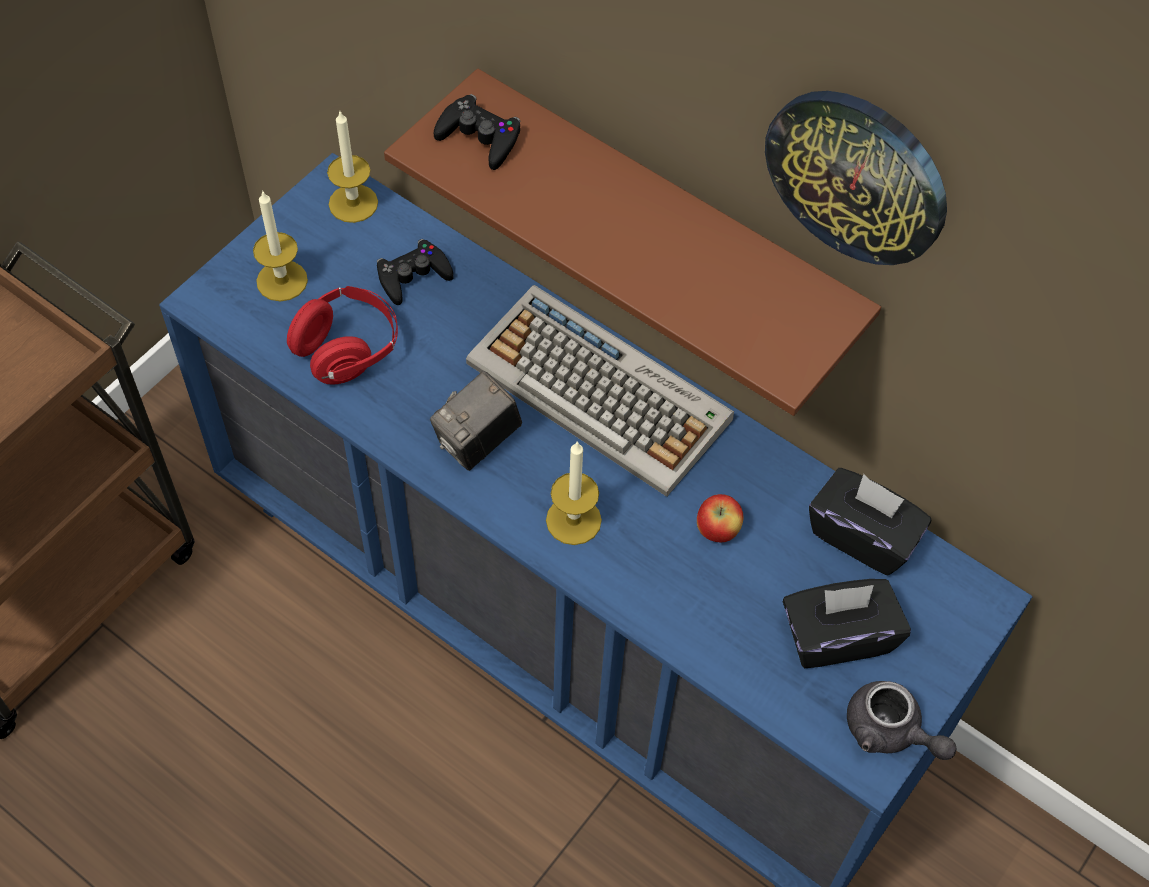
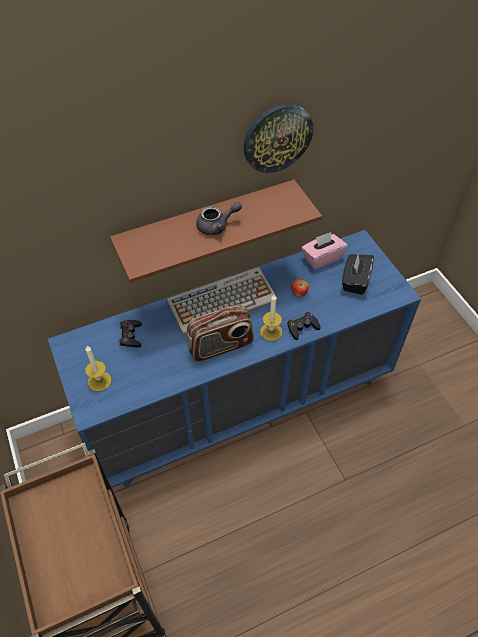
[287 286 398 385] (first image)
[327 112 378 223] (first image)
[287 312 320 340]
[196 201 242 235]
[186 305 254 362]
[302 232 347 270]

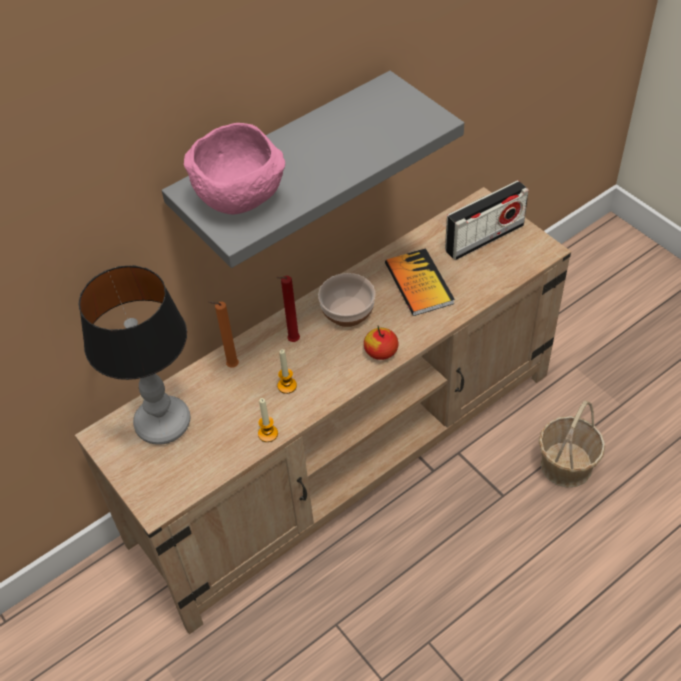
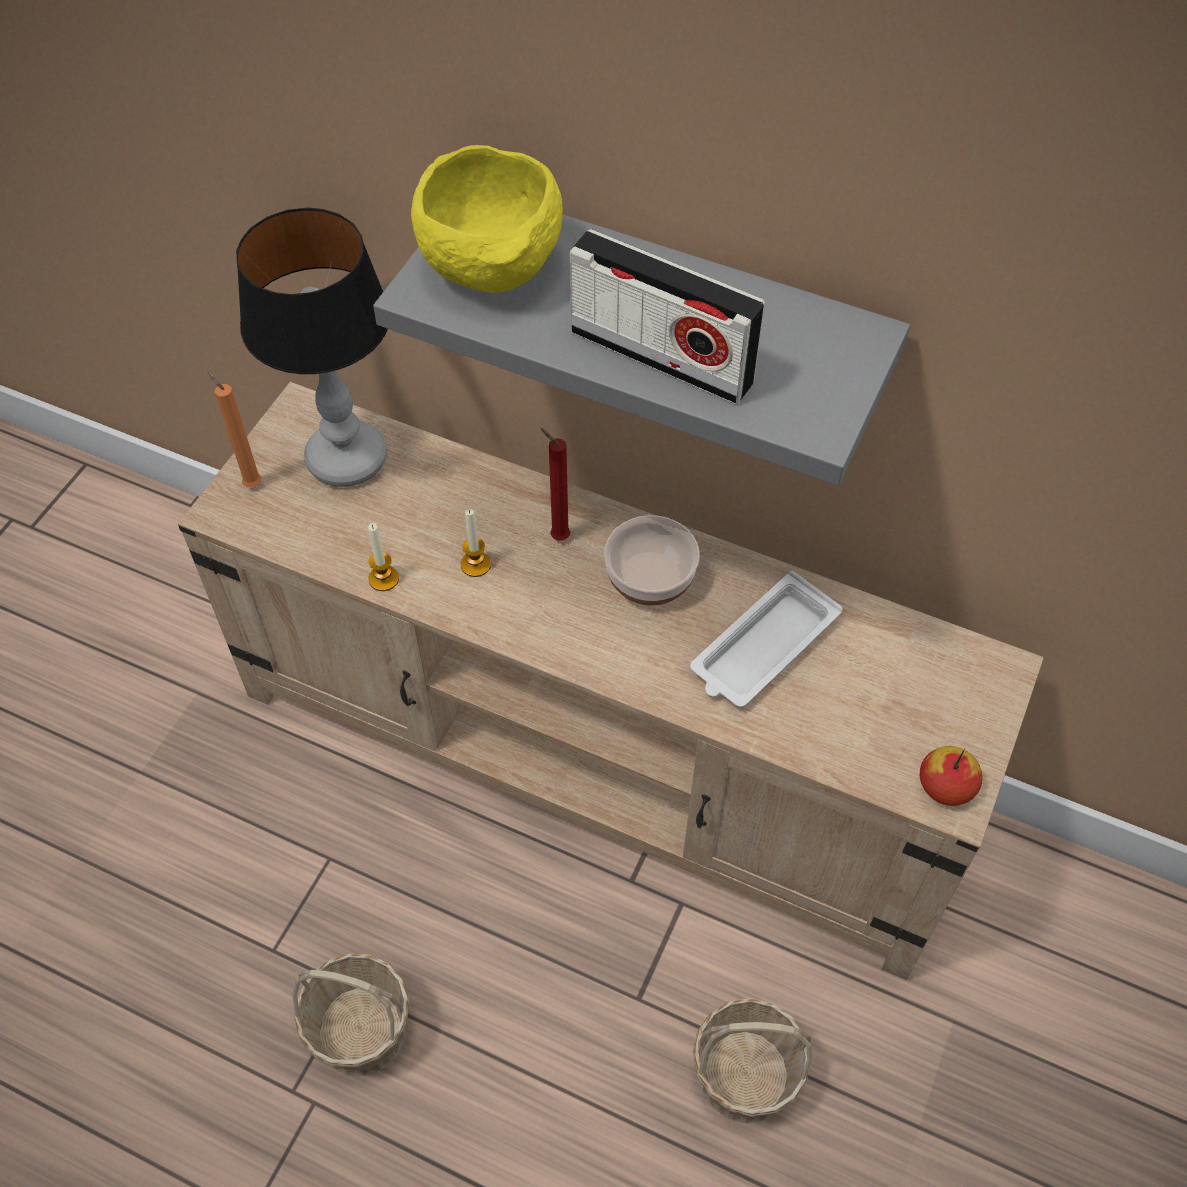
[292 954 410 1076]
[207 370 261 487]
[920 746 983 806]
[570 229 765 404]
[690 571 843 707]
[411 145 563 293]

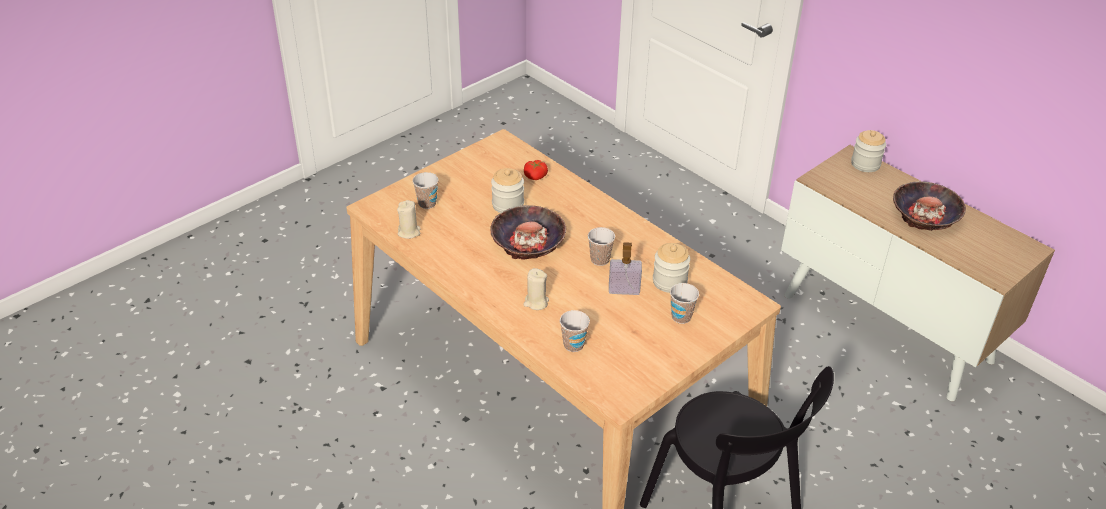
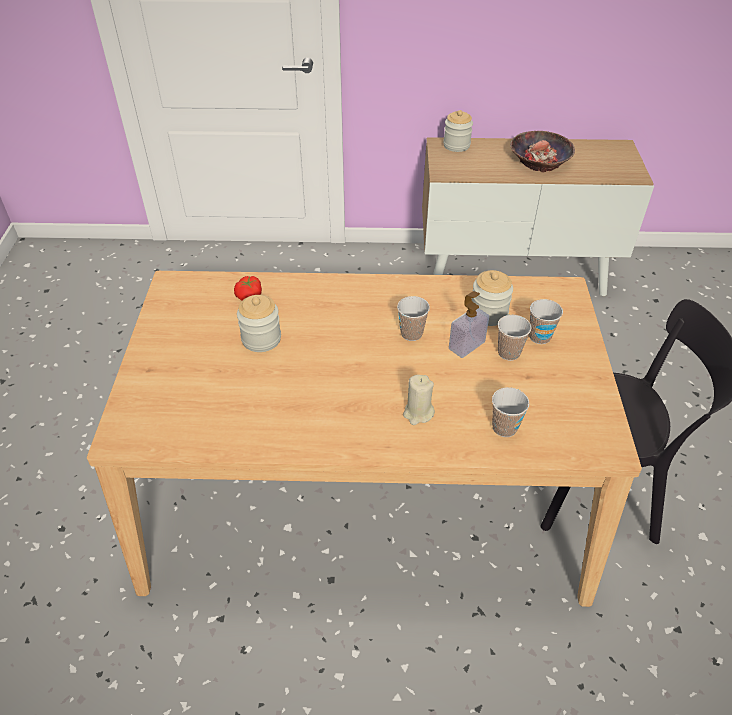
[397 200 421 239] (first image)
[490 205 566 260] (first image)
[498 315 532 361]

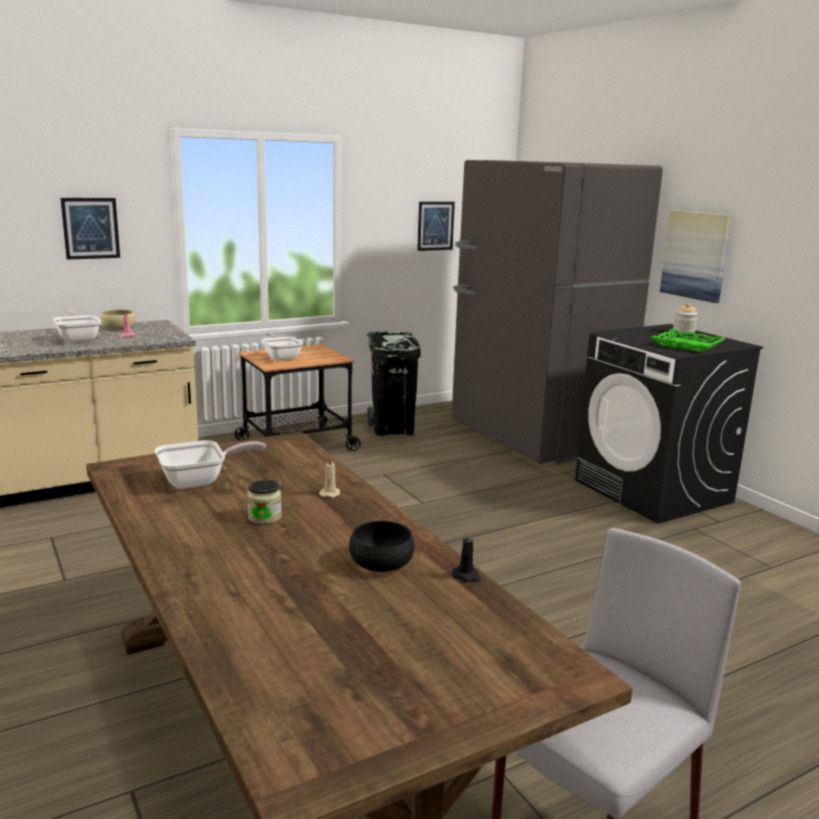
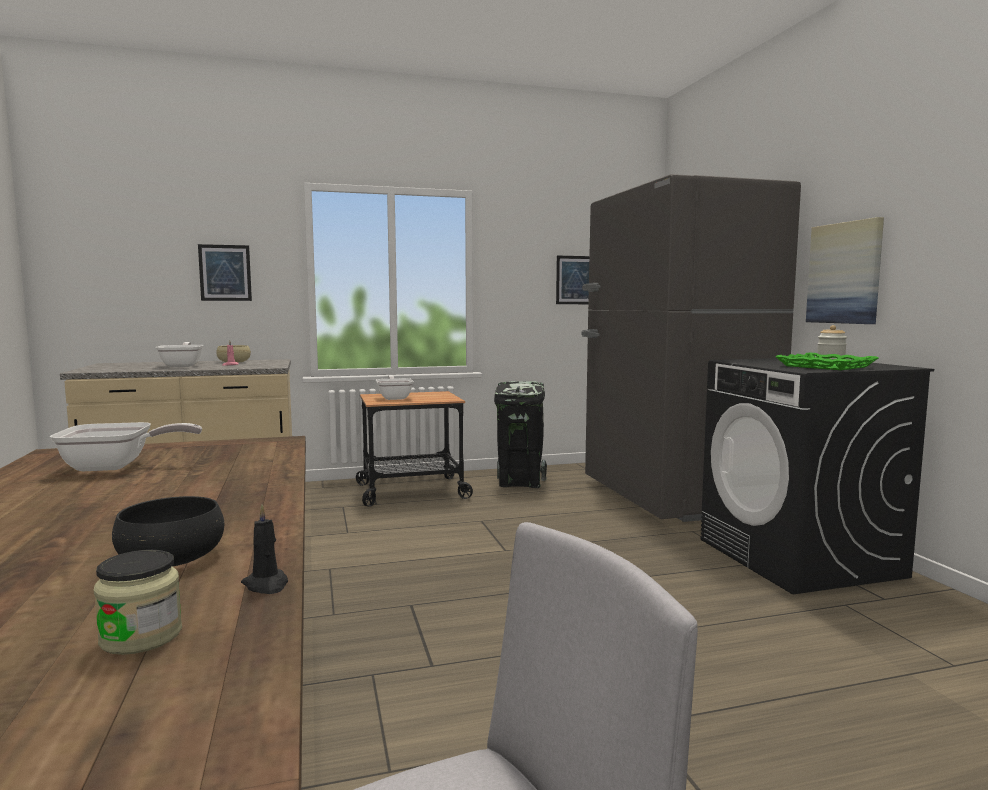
[319 457 340 498] (first image)
[94 550 182 655]

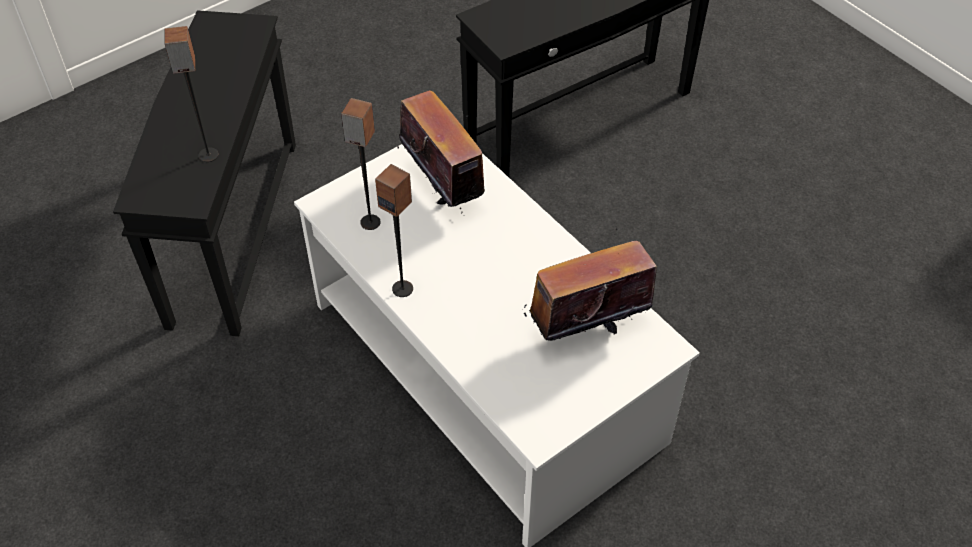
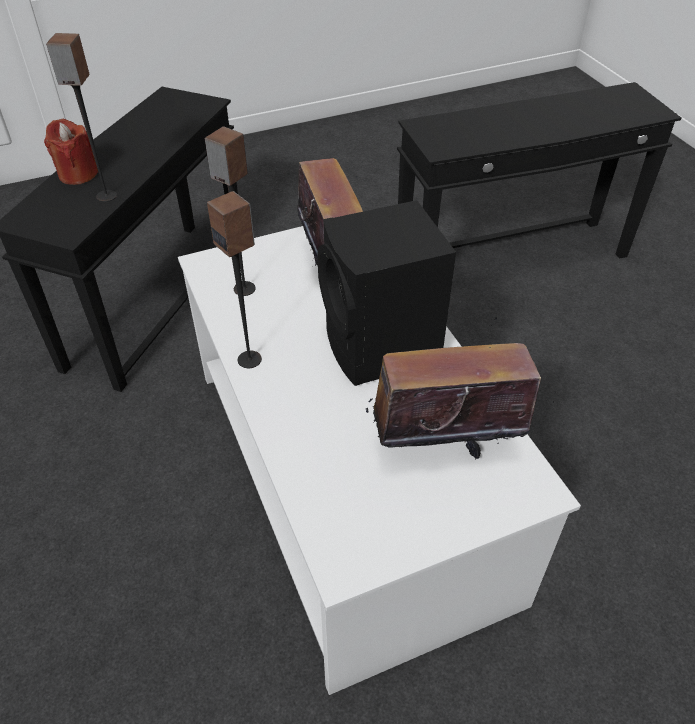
[44 119 98 185]
[317 200 456 386]

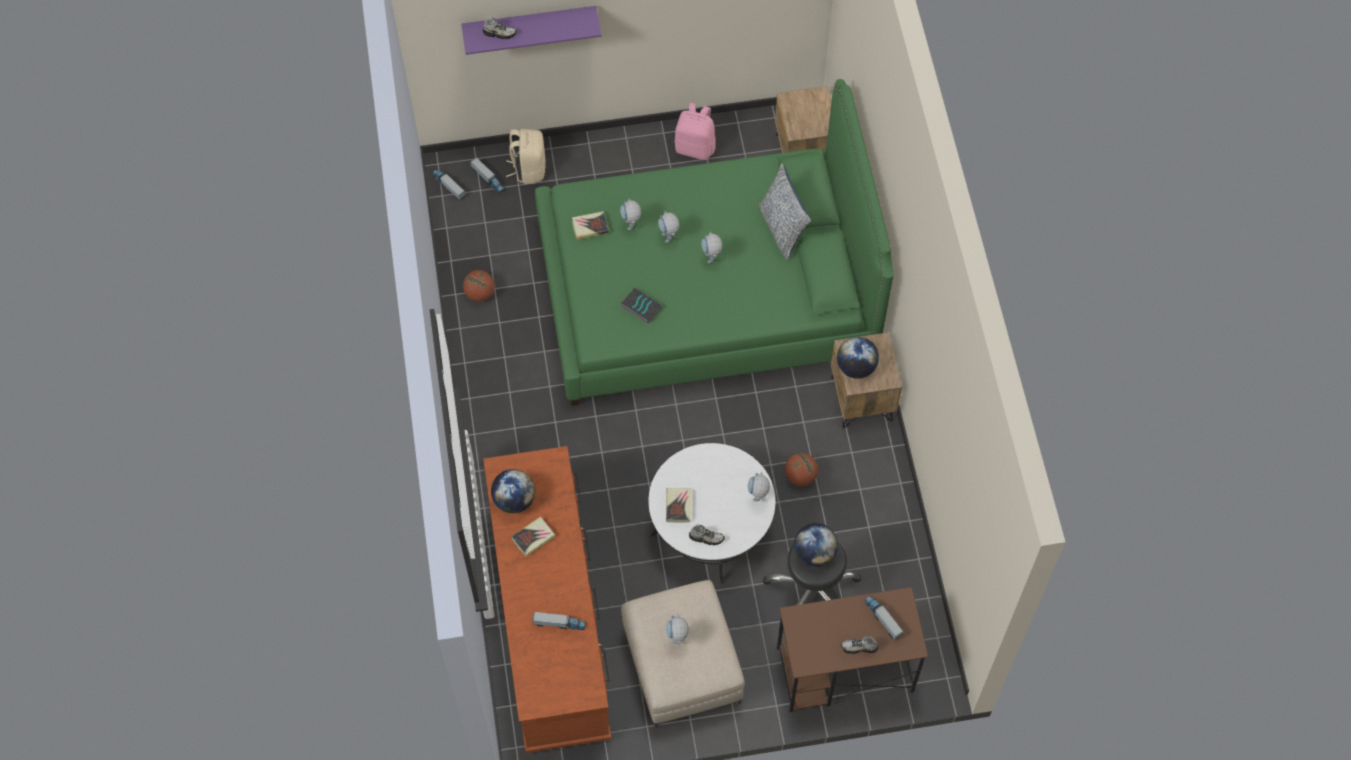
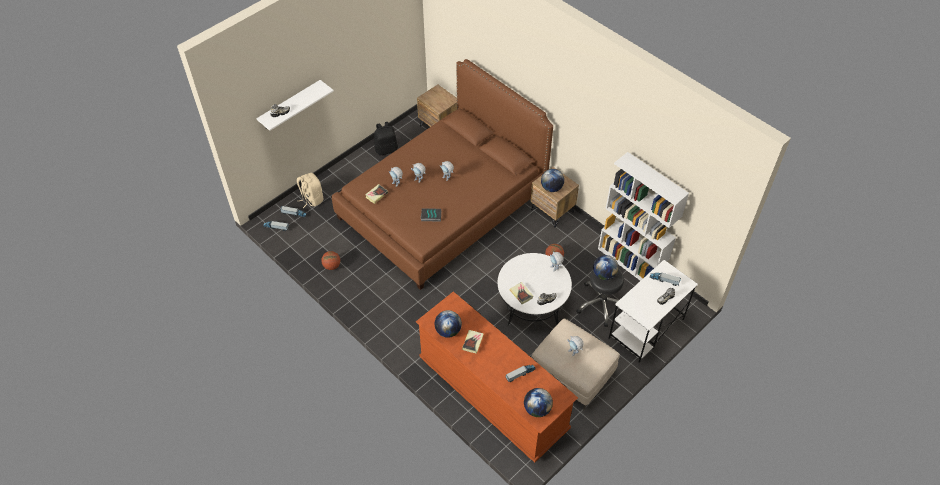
[759 163 812 261] (first image)
[524 388 553 417]
[598 152 689 281]
[256 80 334 131]
[332 59 553 290]
[374 122 398 156]
[609 260 698 362]

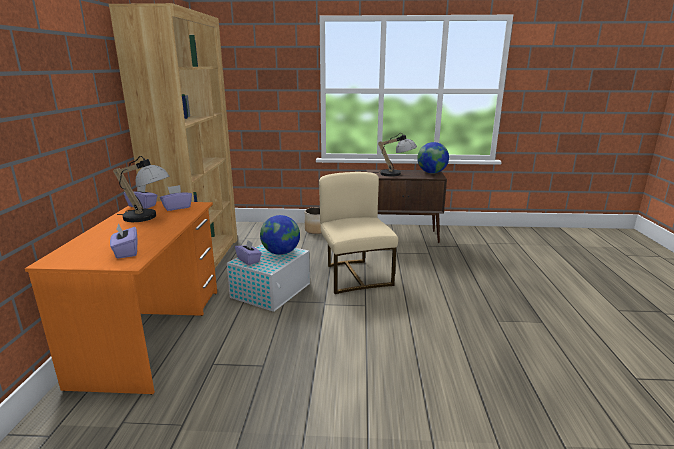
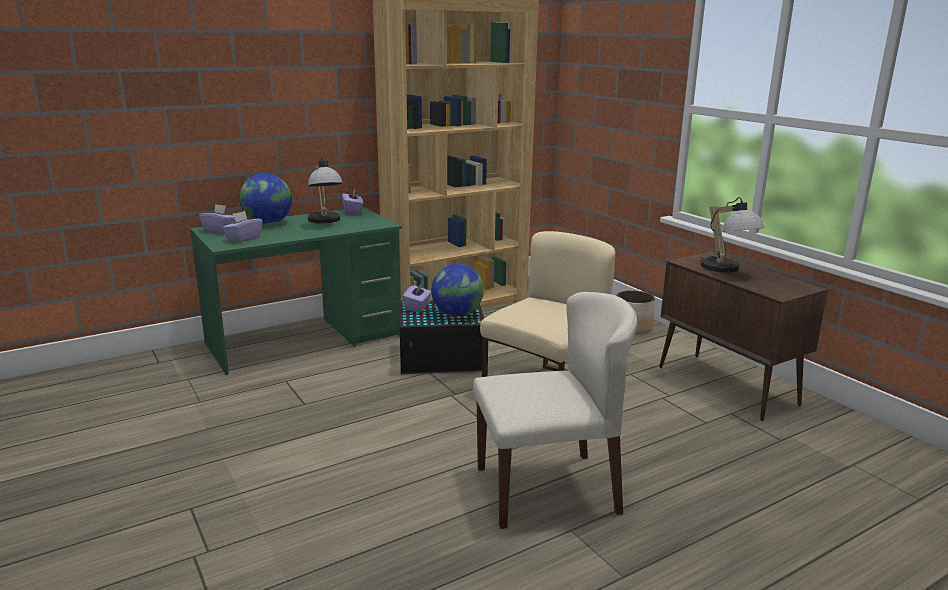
[473 292 637 529]
[199 204 236 234]
[239 173 292 224]
[190 207 402 375]
[399 300 484 374]

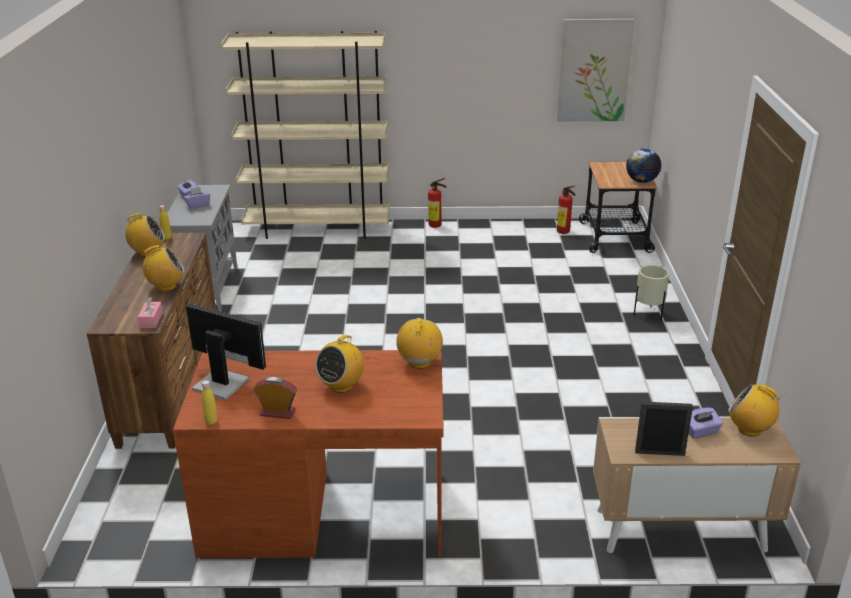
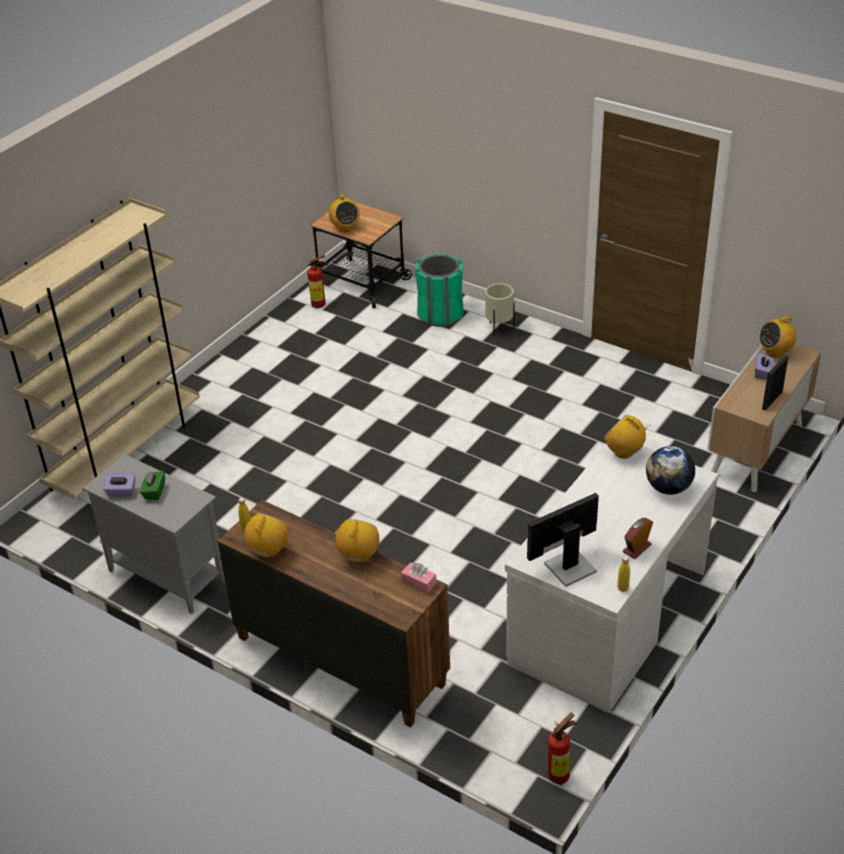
[557 19 635 122] (first image)
[415 254 464 327]
[329 194 360 232]
[548 712 577 784]
[646 446 696 495]
[505 444 719 713]
[140 471 165 500]

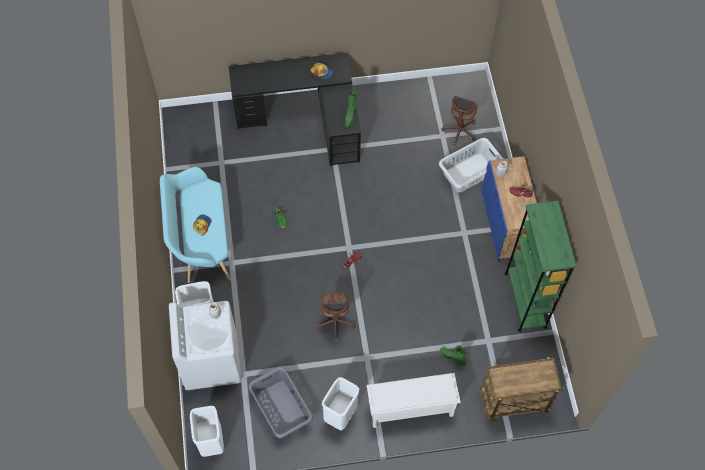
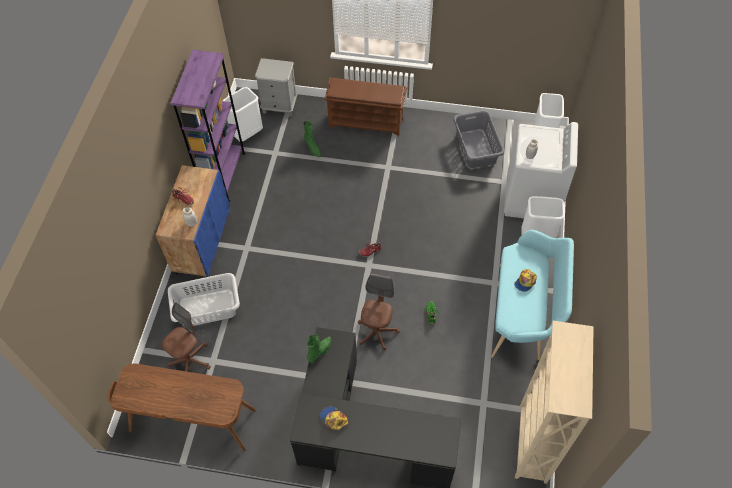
[108 363 256 452]
[515 321 594 484]
[358 273 400 350]
[223 87 263 141]
[255 58 298 117]
[324 78 407 136]
[171 50 245 202]

